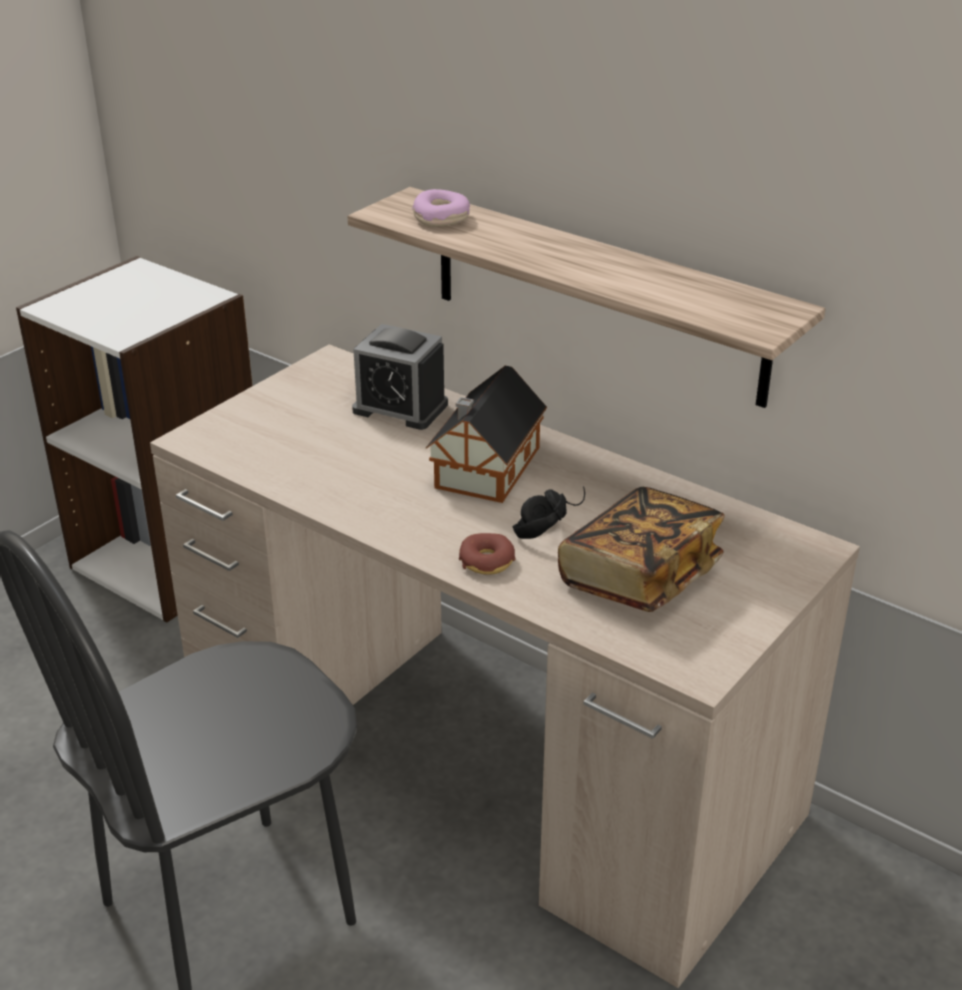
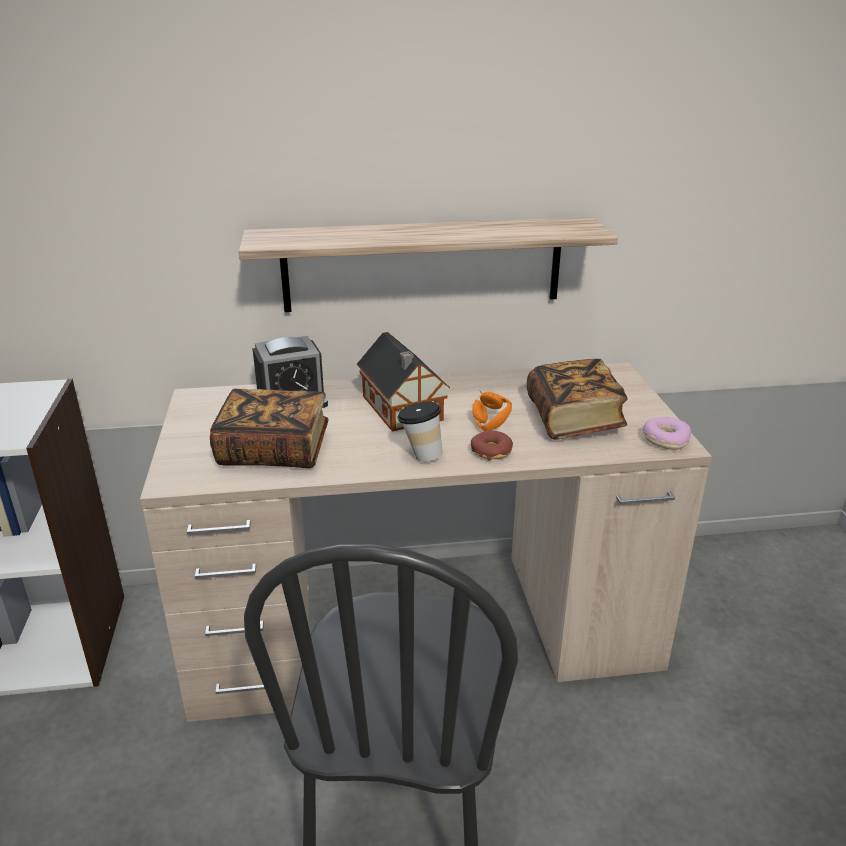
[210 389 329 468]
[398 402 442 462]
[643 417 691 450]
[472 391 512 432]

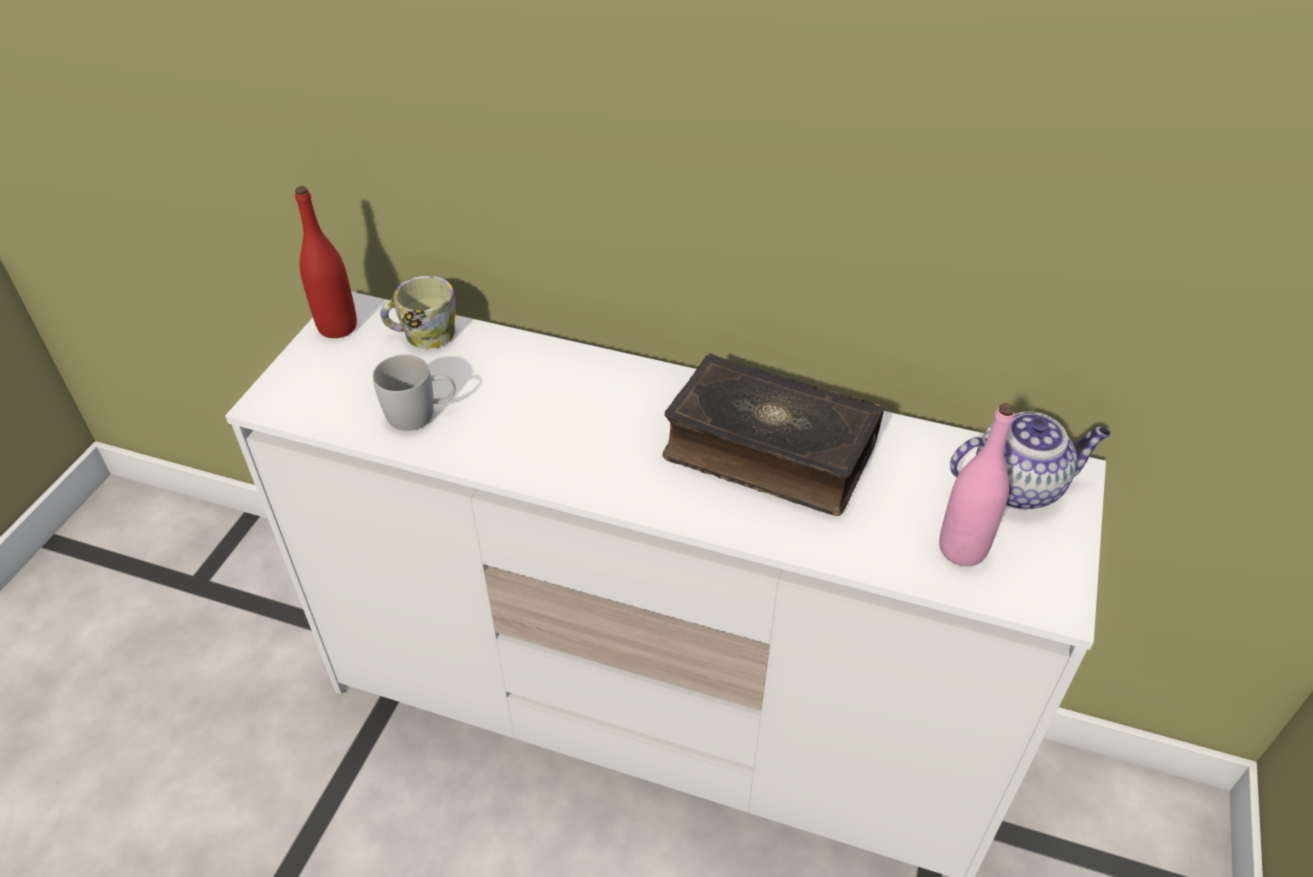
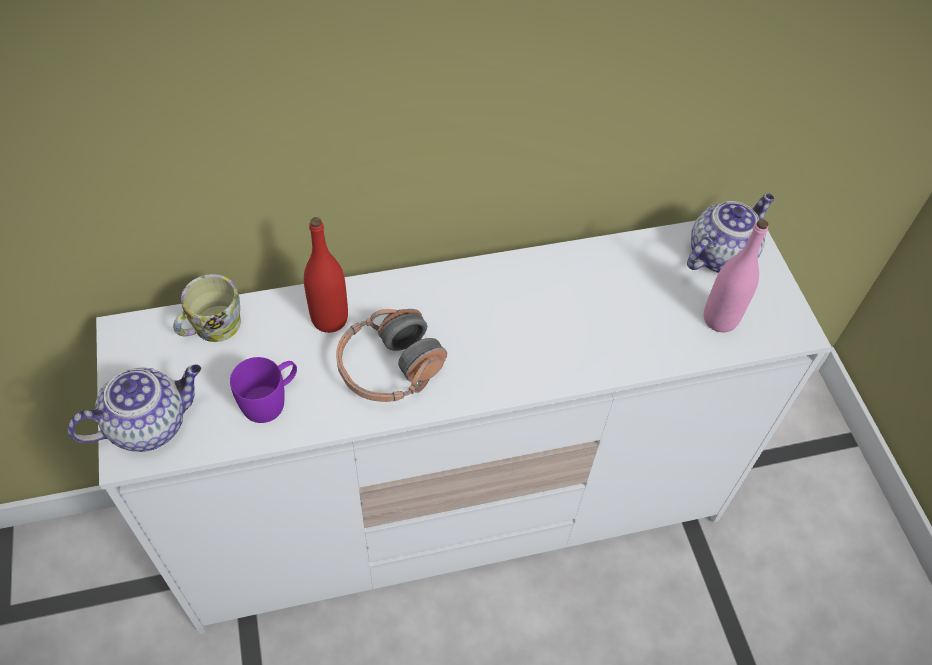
[663 353 884 516] (first image)
[68 365 201 452]
[336 309 447 402]
[304 217 348 333]
[230 357 297 423]

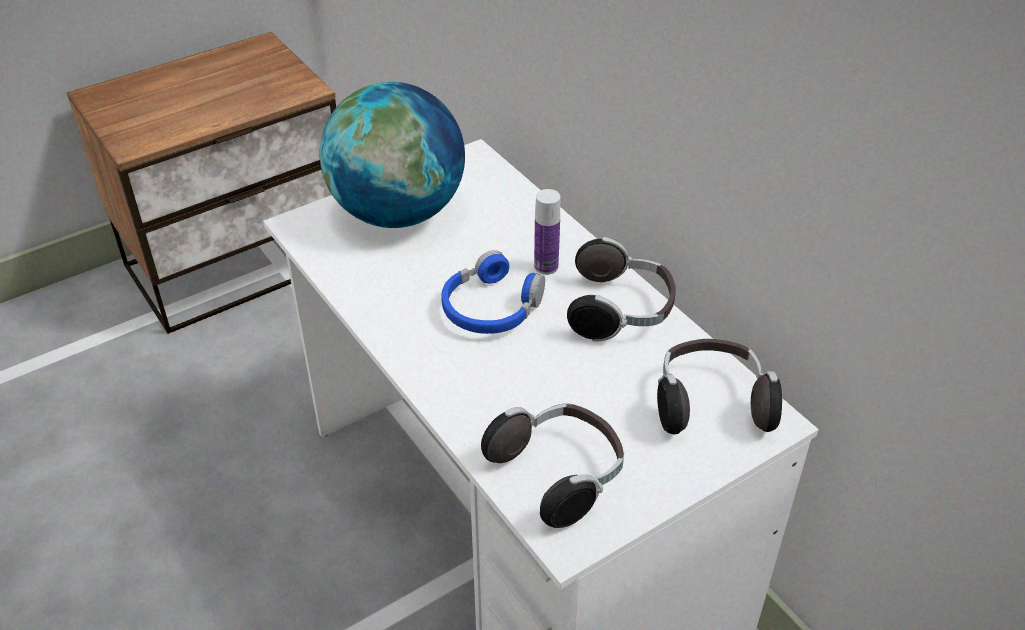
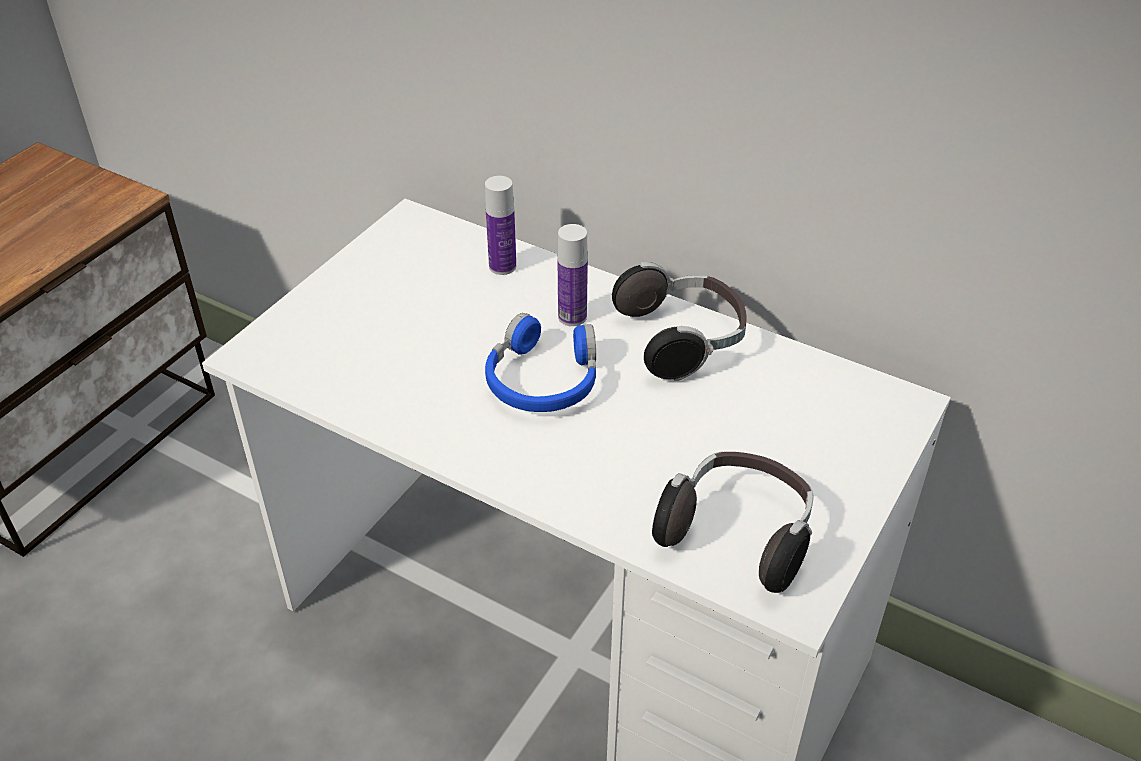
[320 82 465 228] (first image)
[657 339 782 434] (first image)
[485 176 516 275]

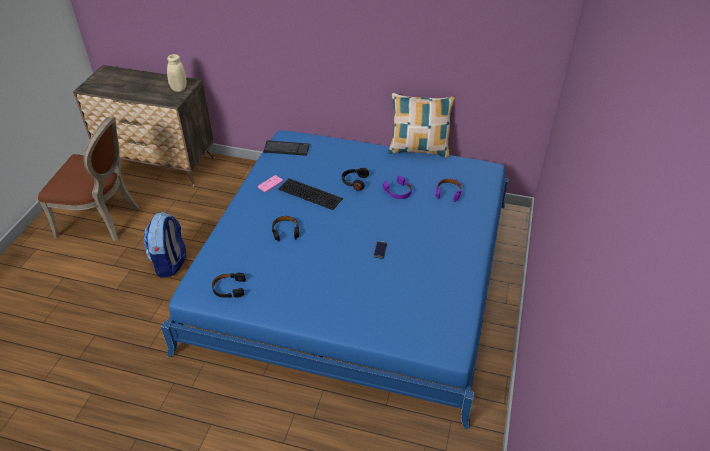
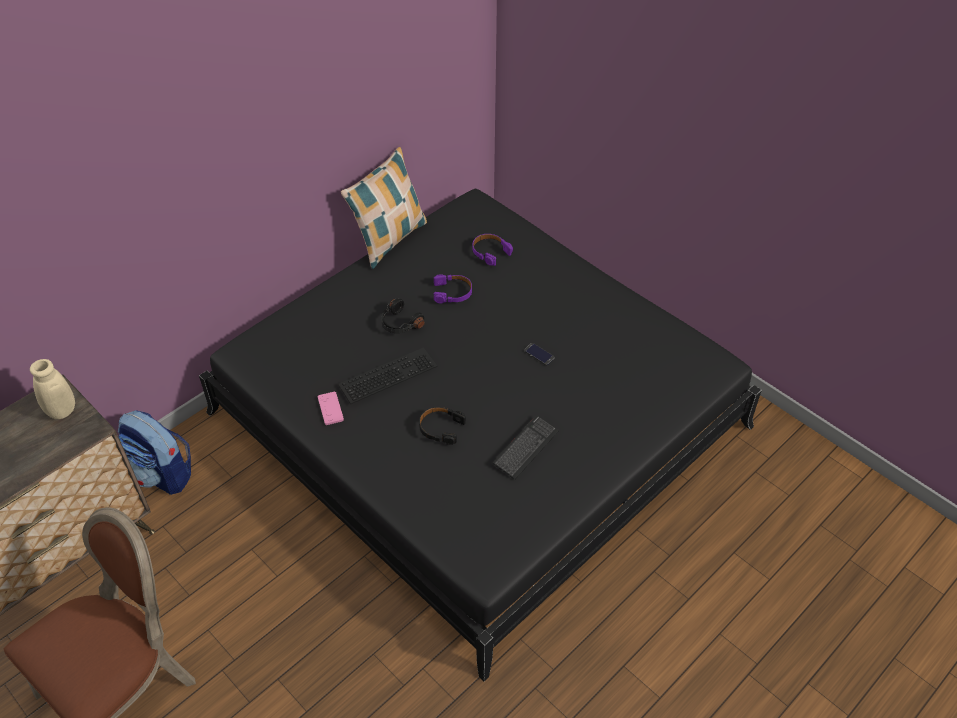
[212 273 246 298] (first image)
[118 410 191 495]
[493 415 559 480]
[199 189 762 682]

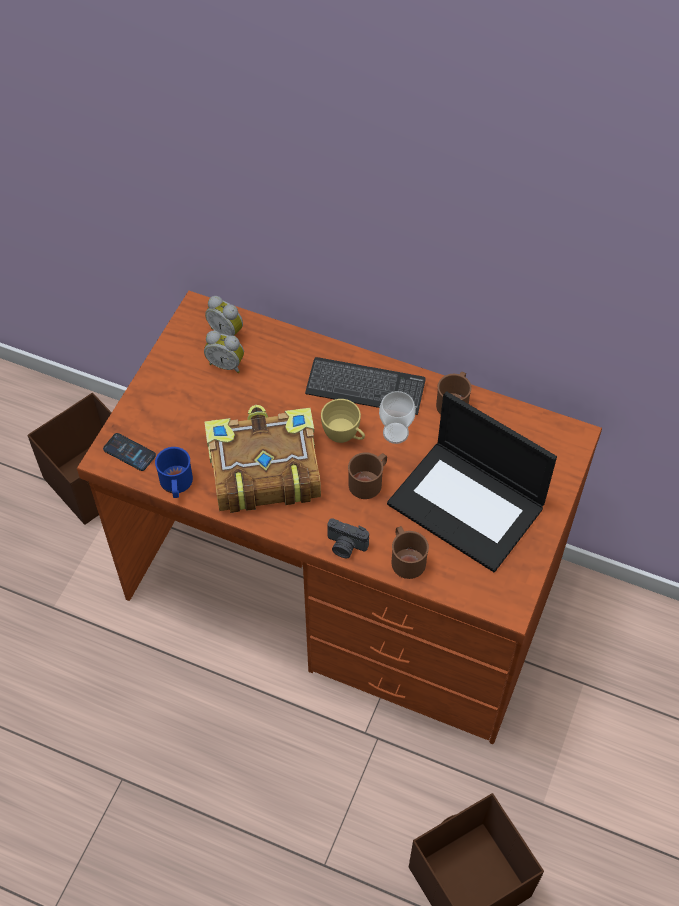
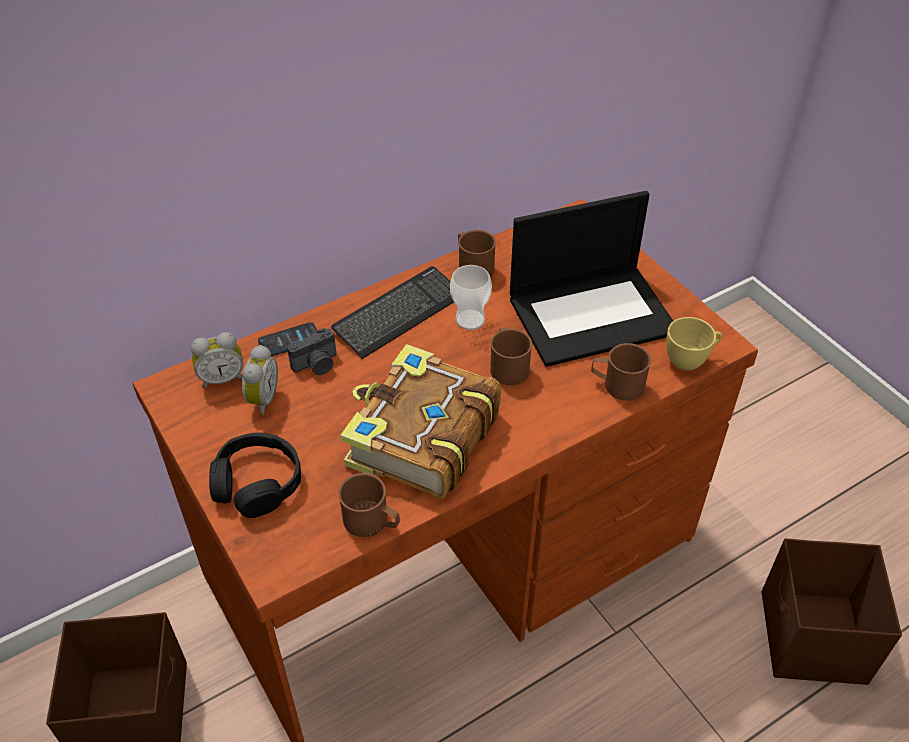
[209 433 301 518]
[258 322 317 357]
[666 317 722 371]
[287 328 336 375]
[338 473 400 537]
[242 345 278 416]

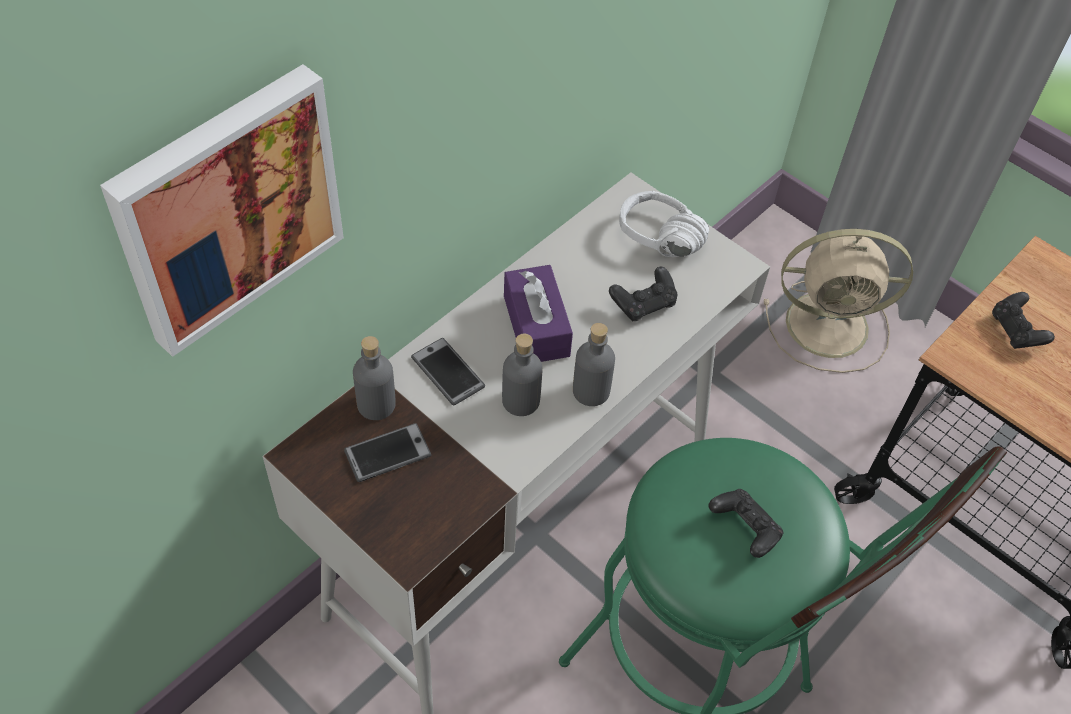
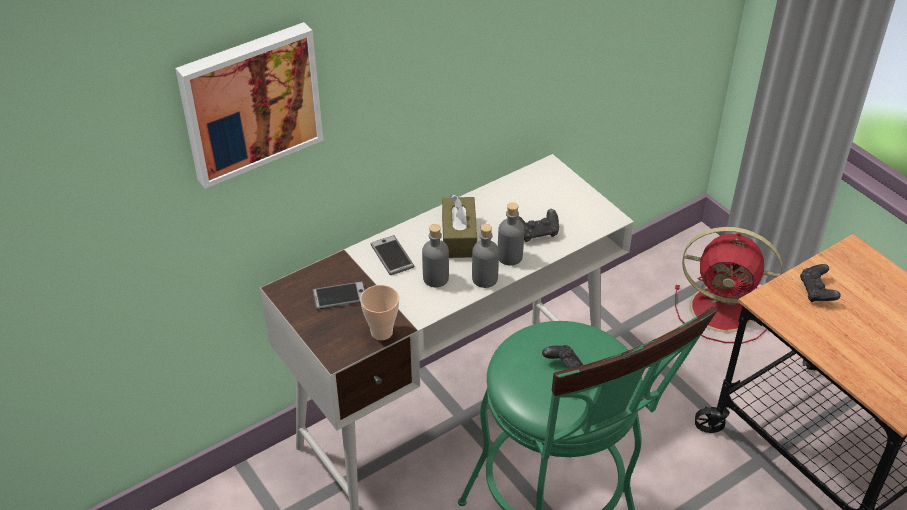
[619 191 709 257] (first image)
[360 285 399 340]
[498 202 525 266]
[442 195 477 258]
[675 227 783 343]

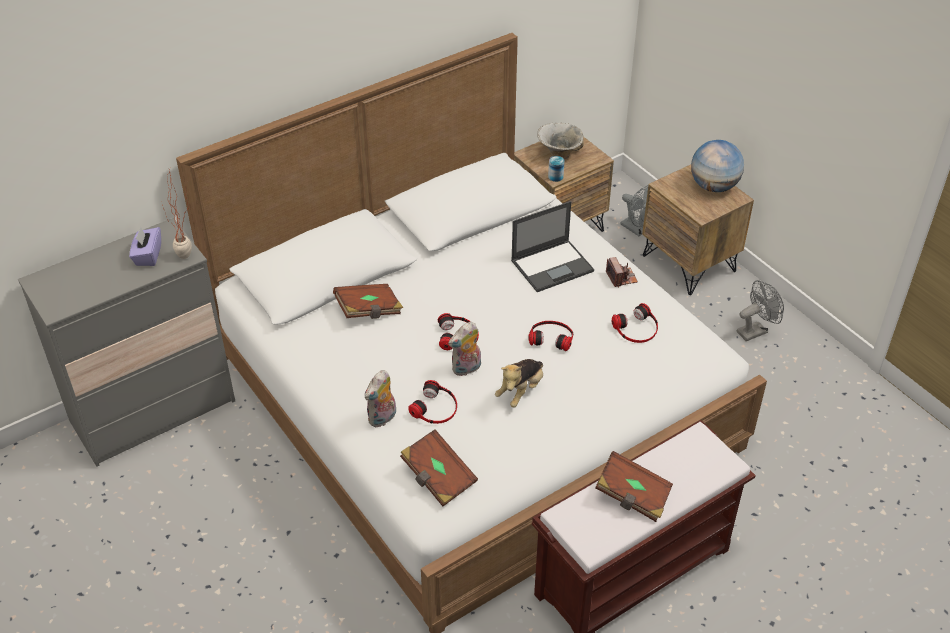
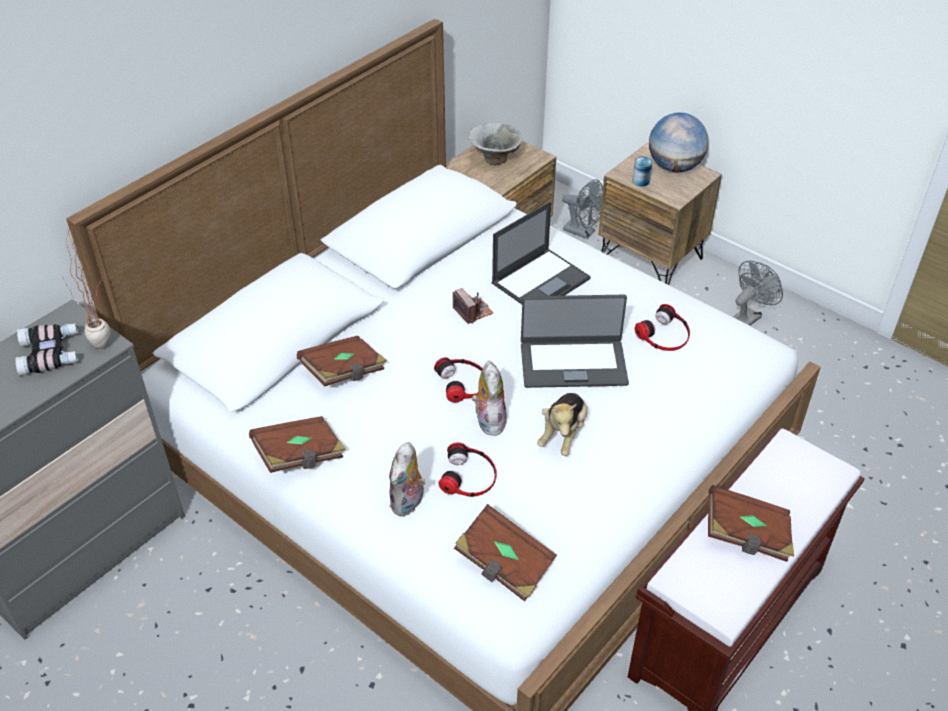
[249 416 346 473]
[632 157 653 187]
[453 288 493 324]
[15 323 78 376]
[521 295 629 388]
[472 361 507 436]

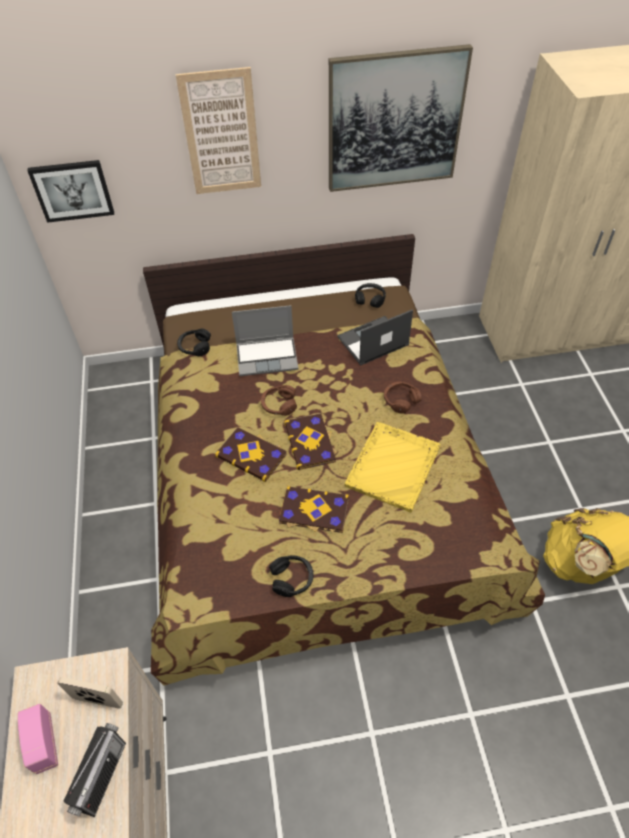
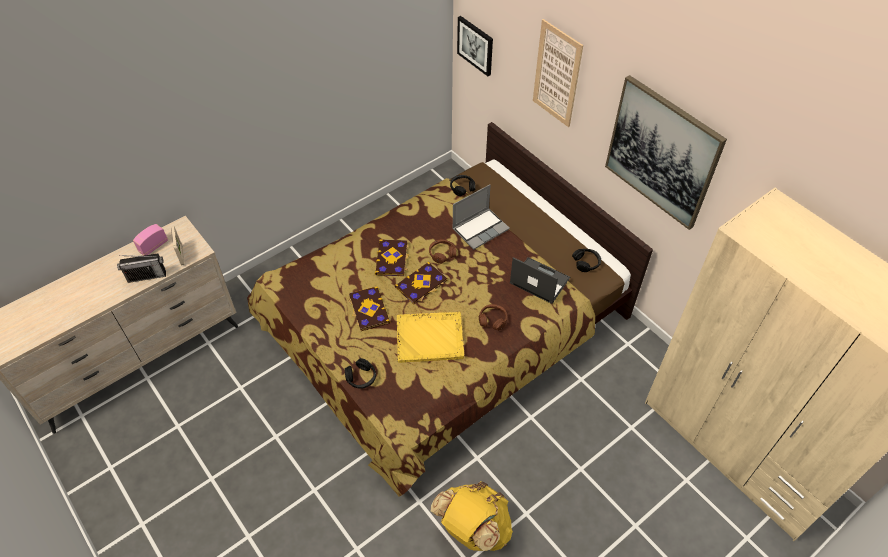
[345 358 376 389]
[452 184 510 250]

